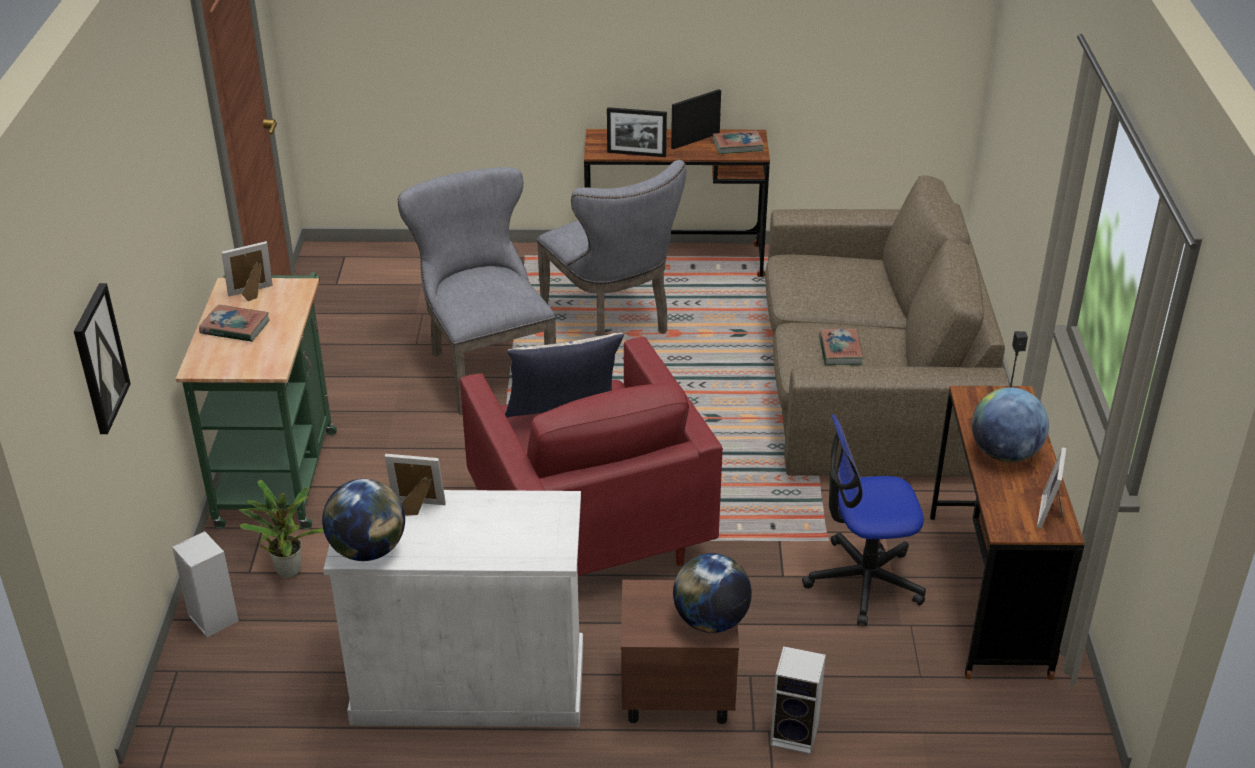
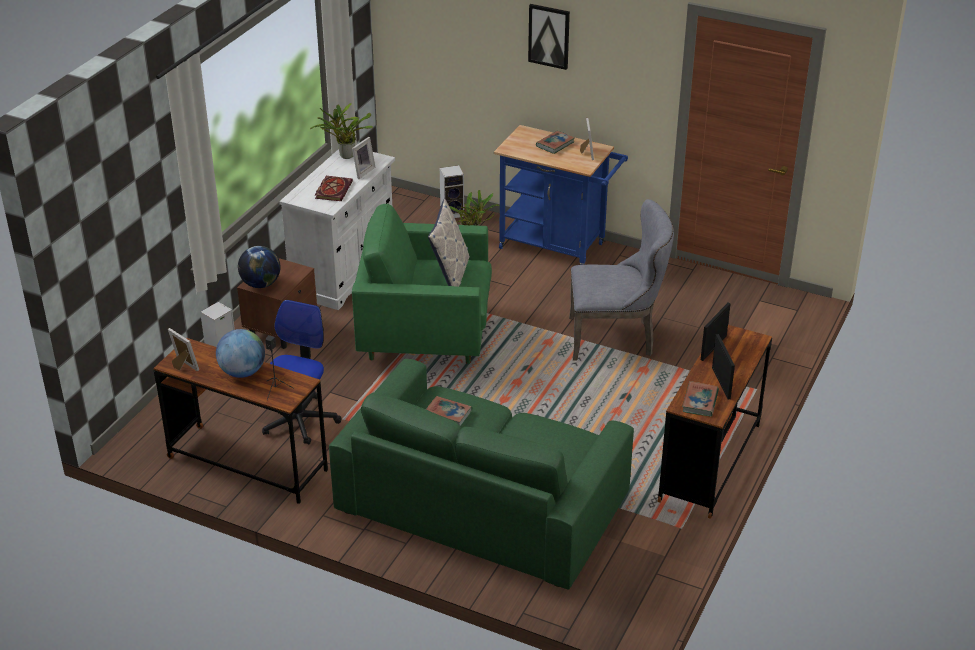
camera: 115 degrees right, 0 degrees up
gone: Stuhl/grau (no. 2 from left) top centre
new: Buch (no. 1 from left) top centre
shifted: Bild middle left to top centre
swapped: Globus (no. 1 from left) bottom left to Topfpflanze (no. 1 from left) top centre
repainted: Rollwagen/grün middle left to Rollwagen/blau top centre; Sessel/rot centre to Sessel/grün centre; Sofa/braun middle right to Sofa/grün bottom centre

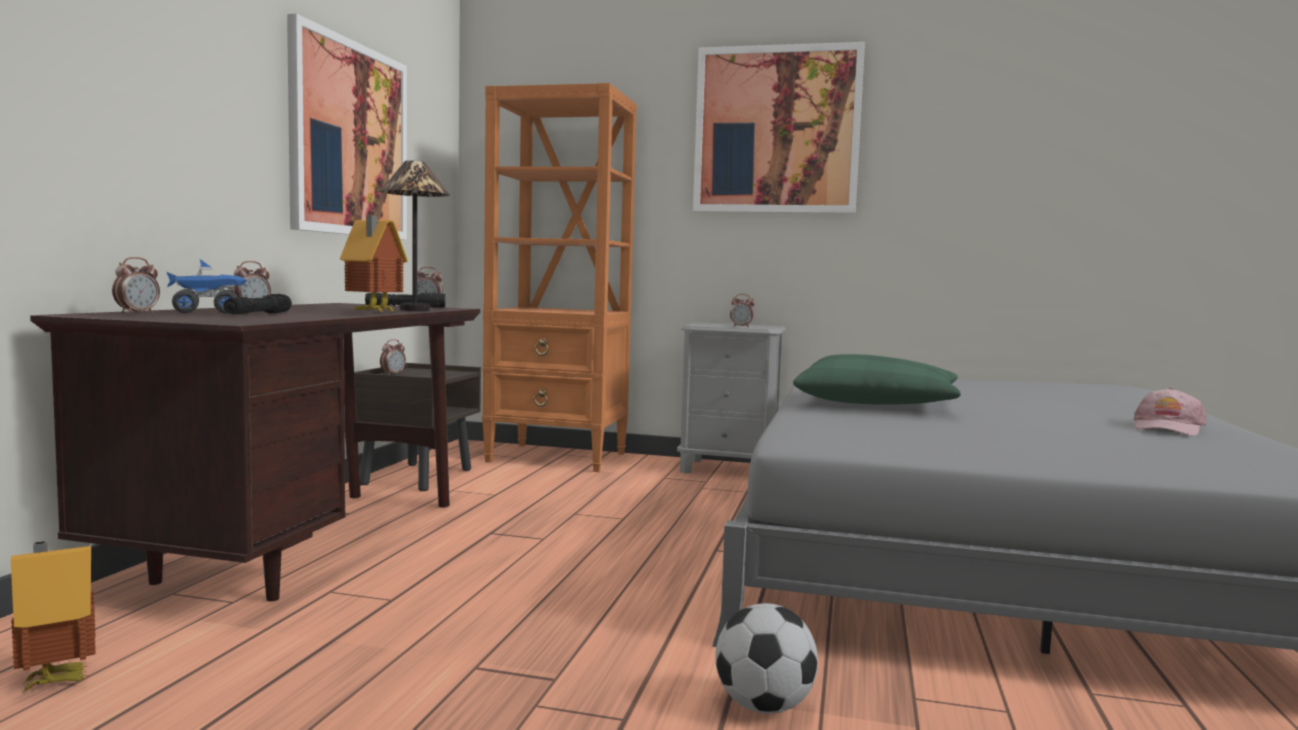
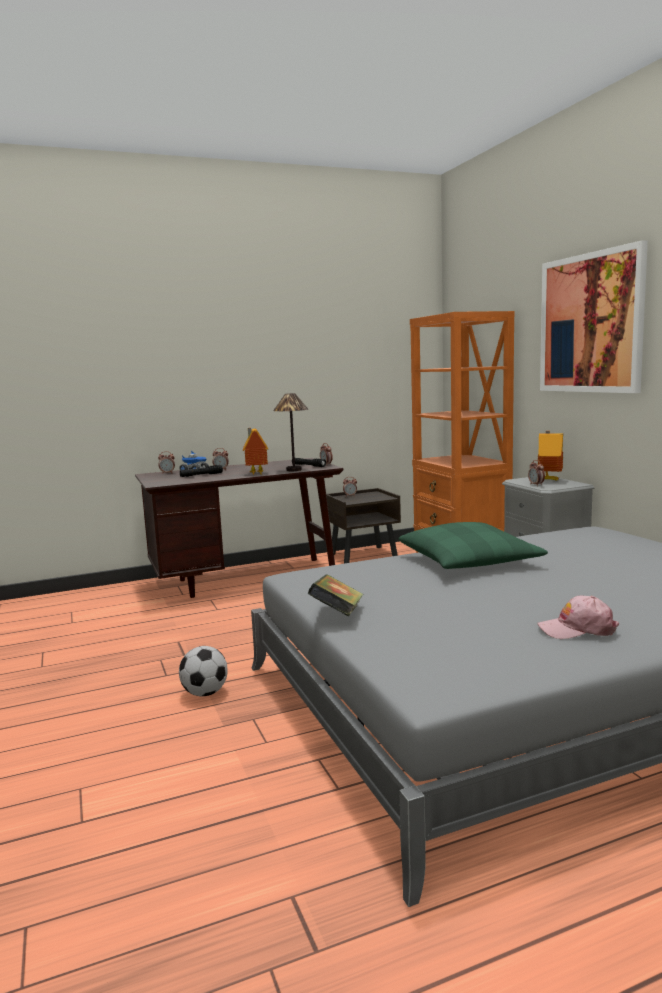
camera: 55 degrees right, 5 degrees up
gone: Bild (no. 1 from left) top left
new: Buch centre
shifted: Spielzeughaus (no. 1 from left in the first image) bottom left to Spielzeughaus (no. 2 from left) middle right

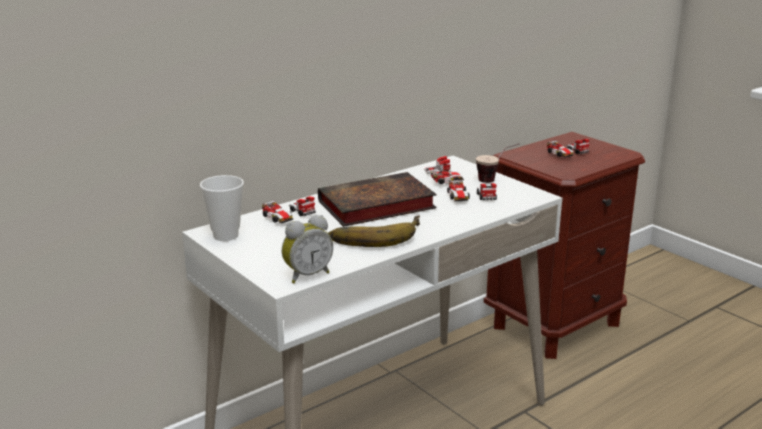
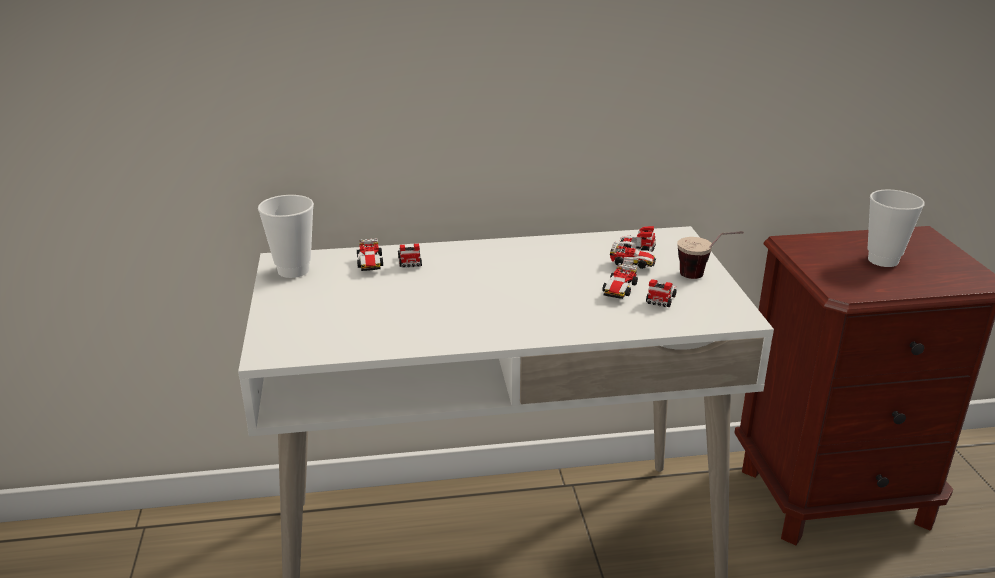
camera: 30 degrees right, 5 degrees up
gone: Wecker centre; Buch centre; Banane centre
swapped: Spielzeugauto (no. 4 from left) middle right to Tasse (no. 3 from left) middle right

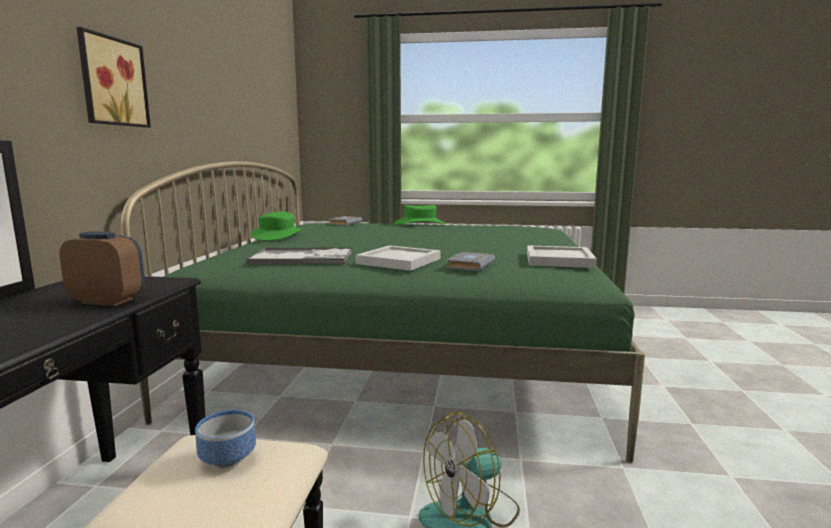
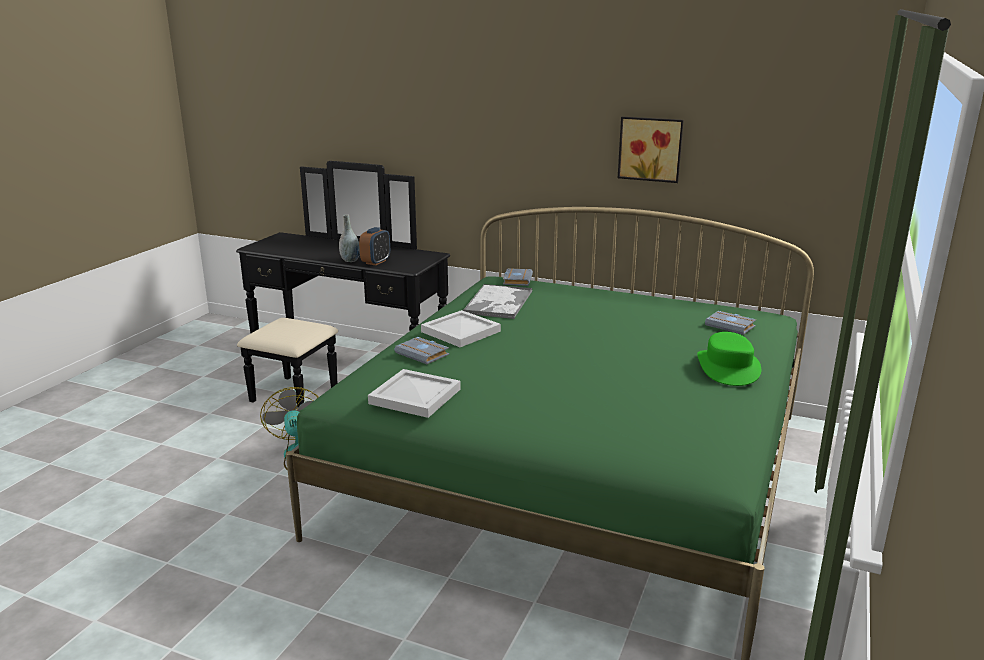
camera: 105 degrees right, 10 degrees up
gone: Schüssel bottom left; Hut/grün (no. 1 from left) middle left
new: Vase/grau centre; Buch/grau (no. 2 from left) centre
shifted: Bild top left to top centre

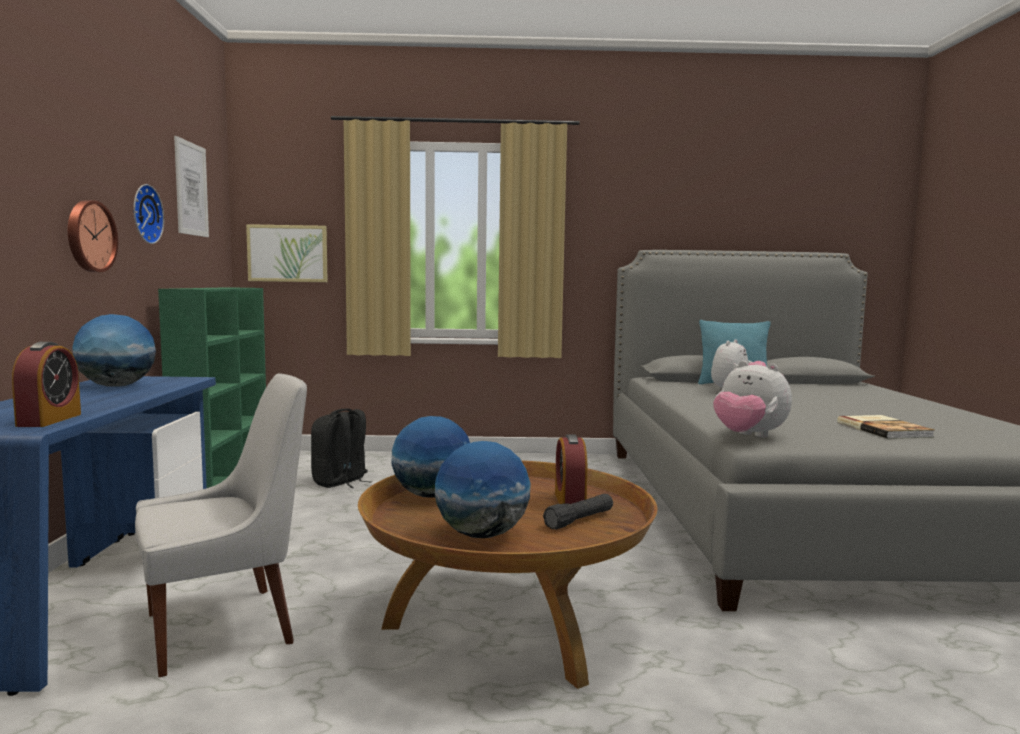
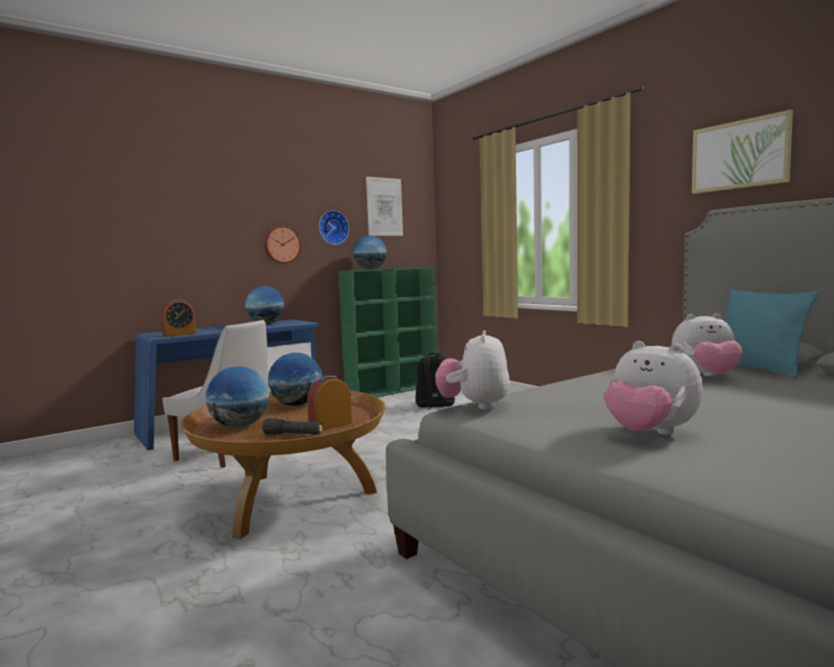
camera: 55 degrees right, 0 degrees up
new: Globus (no. 4 from left) centre
shifted: Bild (no. 2 from left) middle left to top right
swapped: Buch middle right to Plüschtier (no. 2 from left) middle right

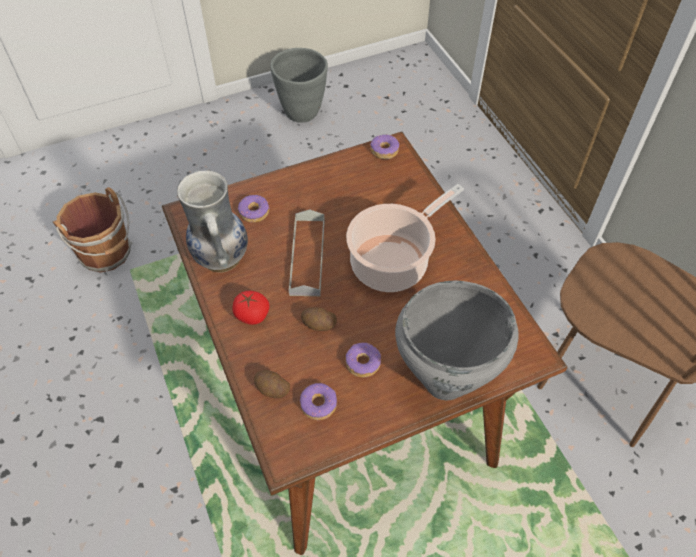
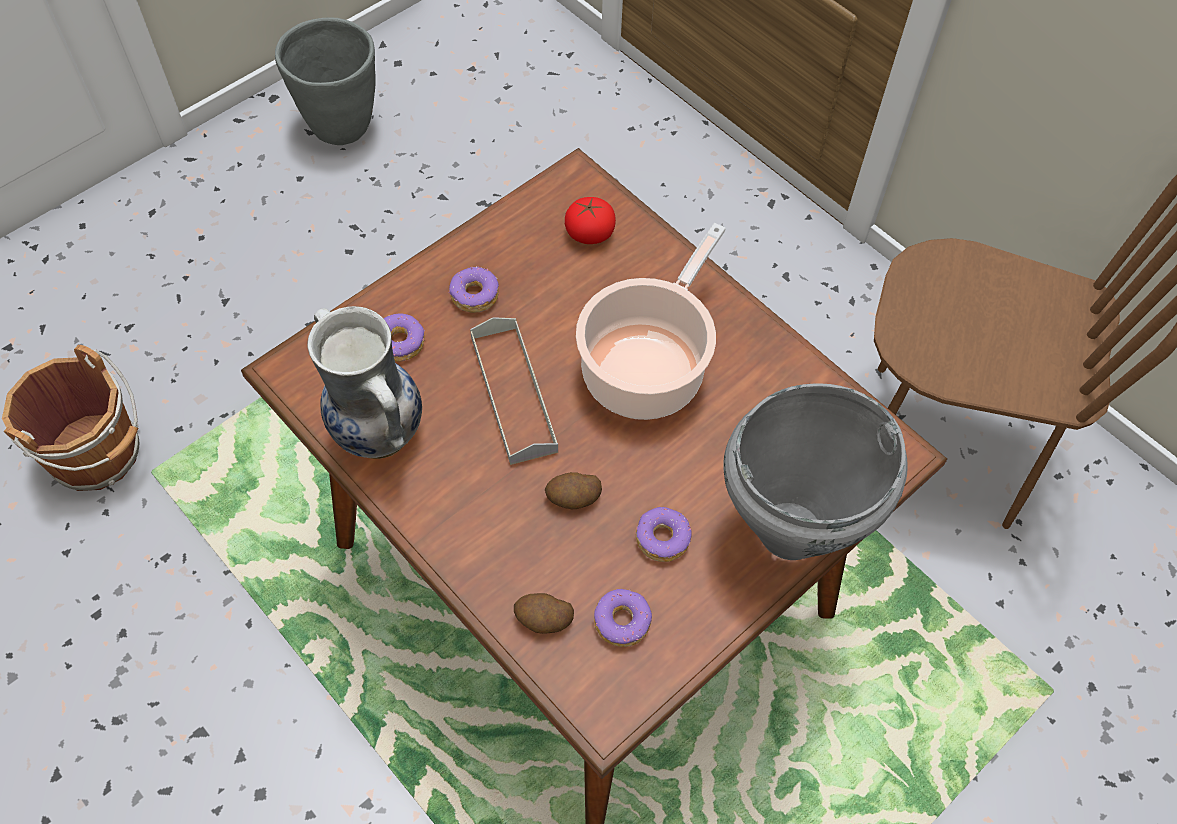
camera: 20 degrees left, 5 degrees up
shifted: Tomate centre to top centre; Donut (no. 4 from left in the first image) top centre to Donut (no. 2 from left) centre

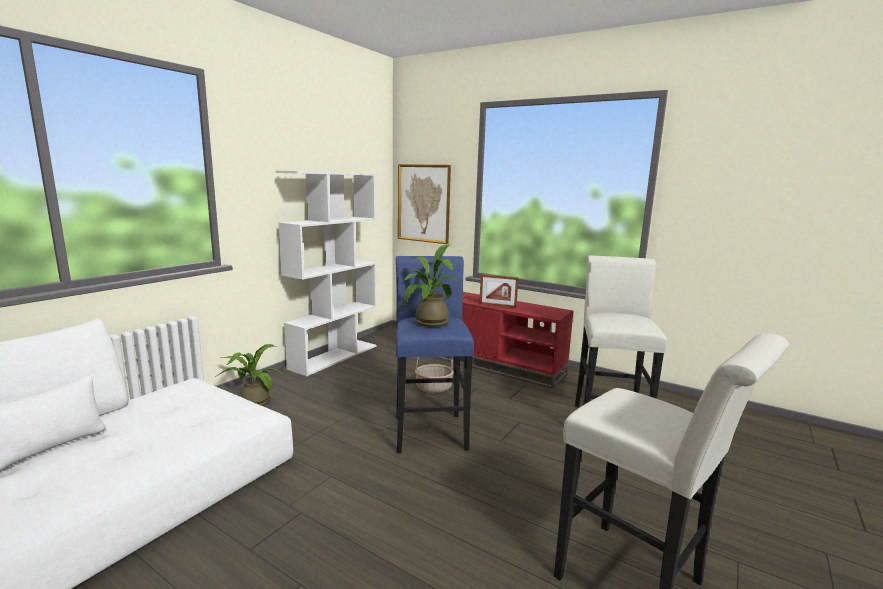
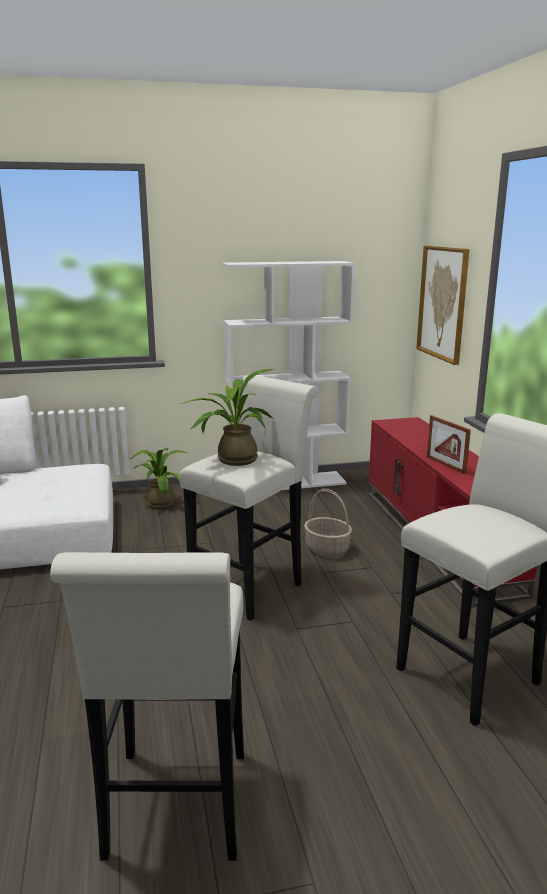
camera: 45 degrees right, 5 degrees up
repainted: Hocker/blau centre to Hocker/weiß (no. 2 from left) centre

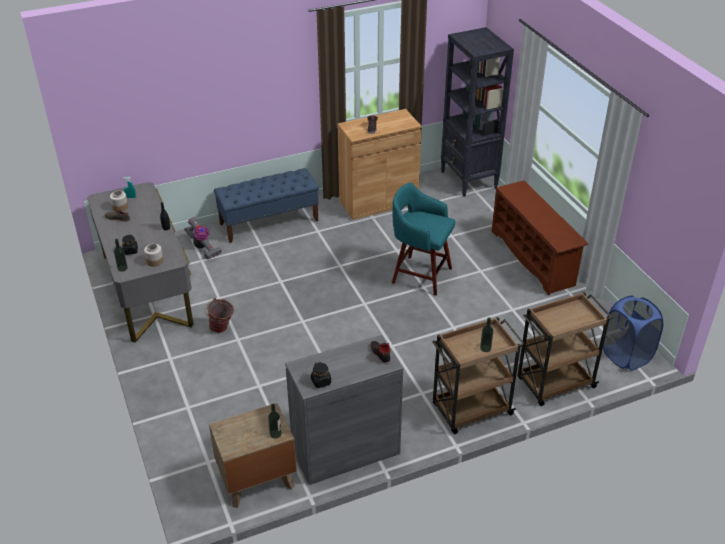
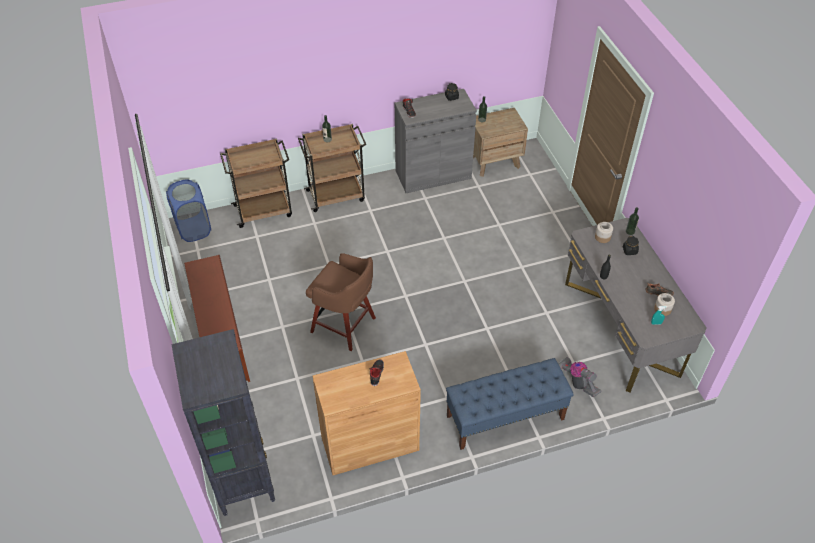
camera: 175 degrees left, 10 degrees up
gone: Eimer middle left
repainted: Hocker/türkis centre to Hocker/braun centre

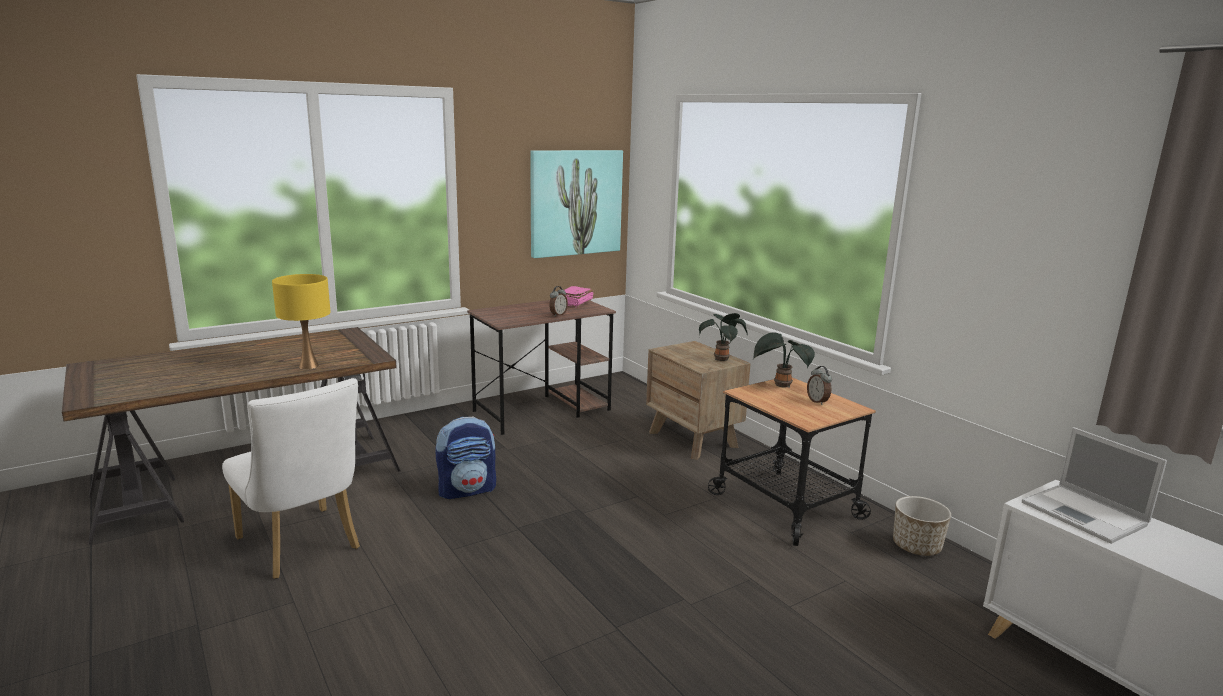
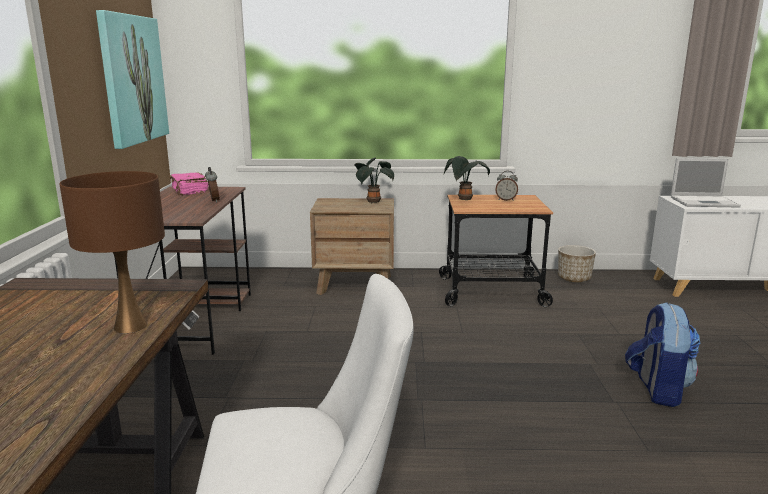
camera: 55 degrees left, 0 degrees up
shifted: Rucksack centre to bottom right
repainted: Tischlampe/gelb middle left to Tischlampe/braun middle left

